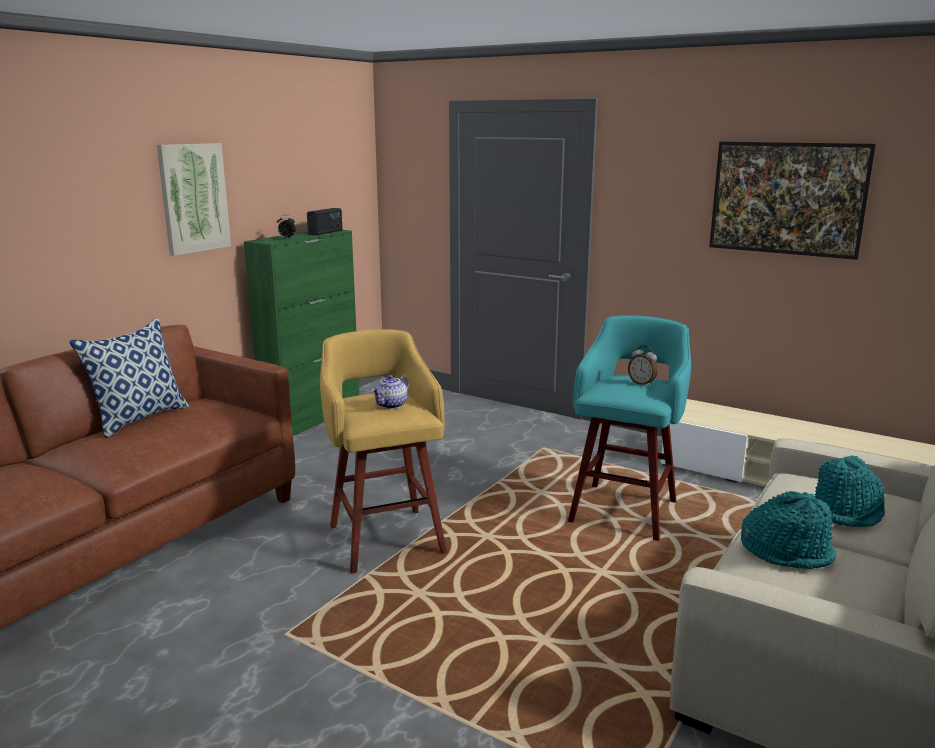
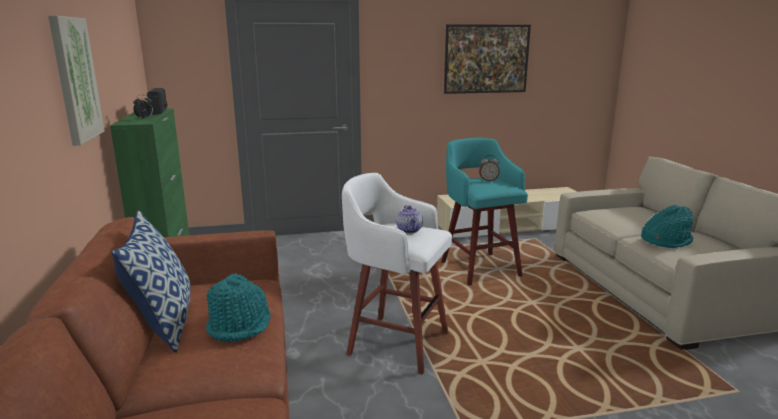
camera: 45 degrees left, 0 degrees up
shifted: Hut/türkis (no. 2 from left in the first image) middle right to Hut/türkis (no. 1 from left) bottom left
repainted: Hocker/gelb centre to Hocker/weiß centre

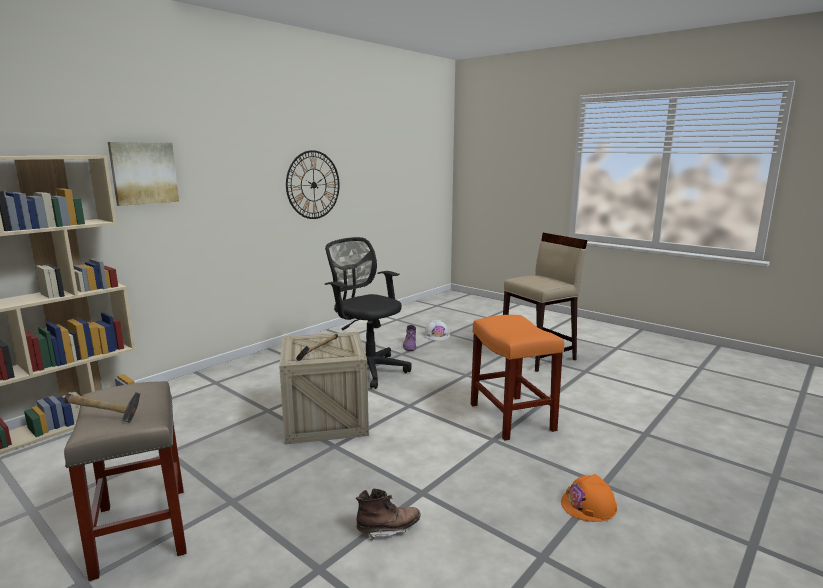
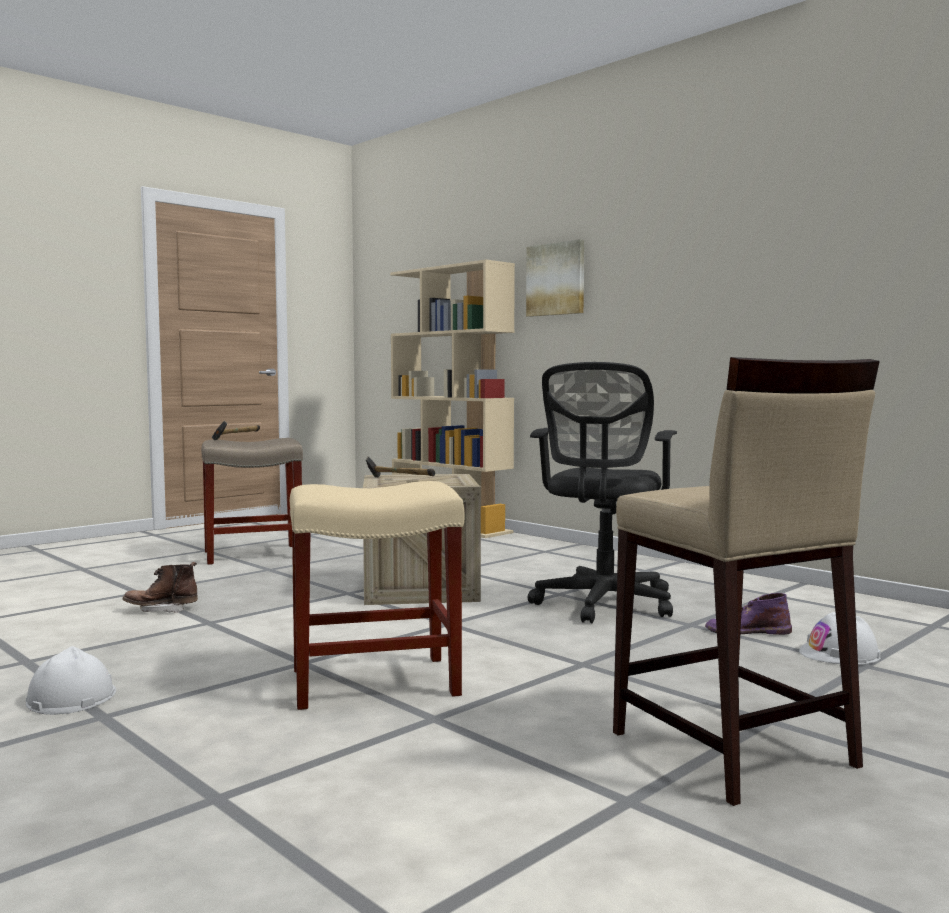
camera: 95 degrees right, 10 degrees down
gone: Wanduhr top centre
repainted: Hocker/orange centre to Hocker/beige (no. 2 from left) centre; Schutzhelm/orange bottom right to Schutzhelm/weiß (no. 1 from left) bottom left
rotated: Bürostuhl/schwarz centre = centre 150 degrees clockwise; Stiefel/braun bottom centre = middle left 90 degrees clockwise

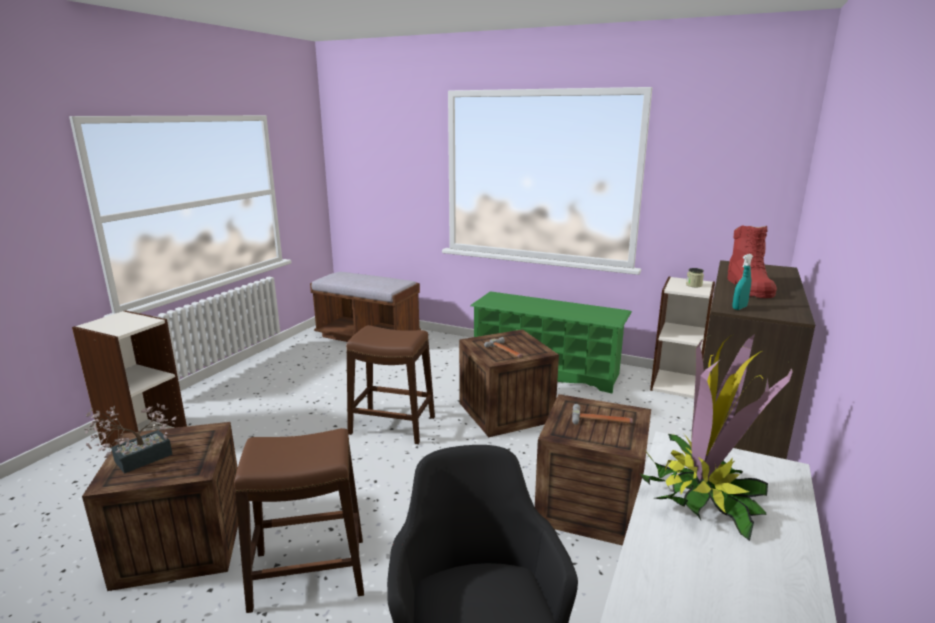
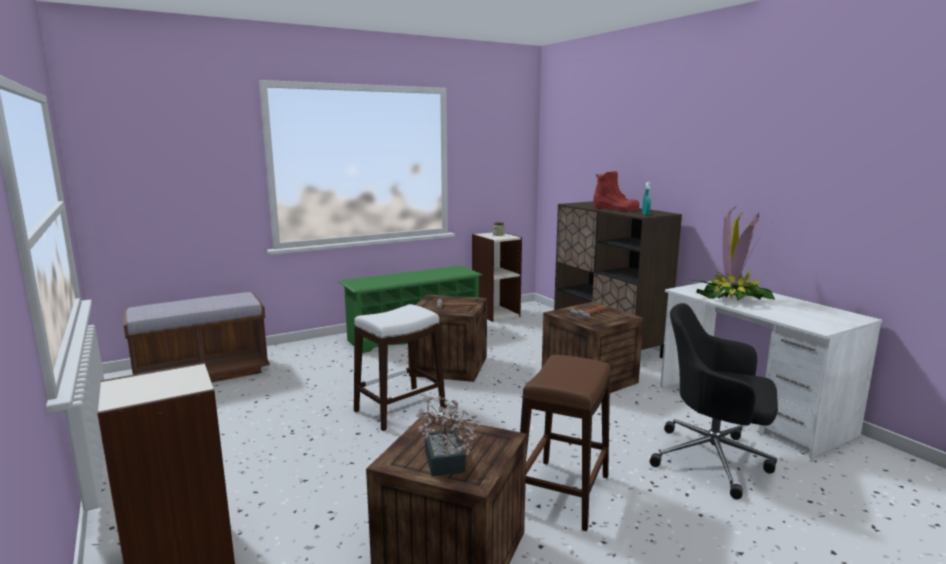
camera: 55 degrees left, 5 degrees down
repainted: Hocker/braun (no. 2 from left) centre to Hocker/weiß centre

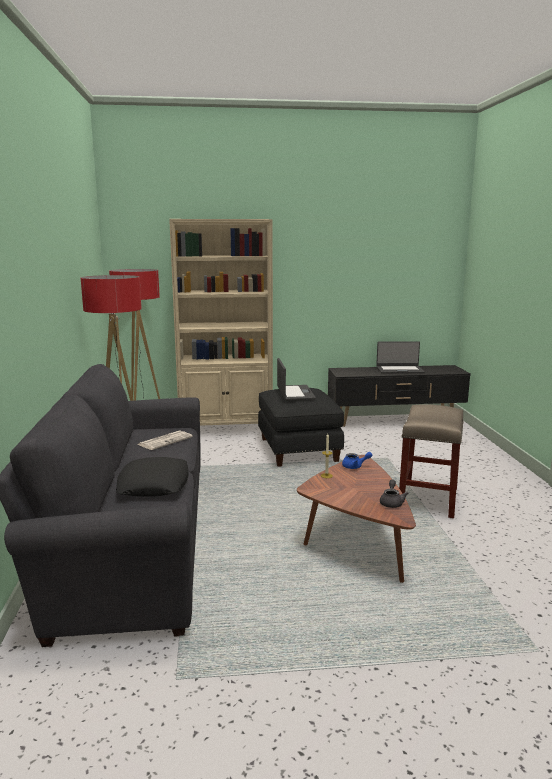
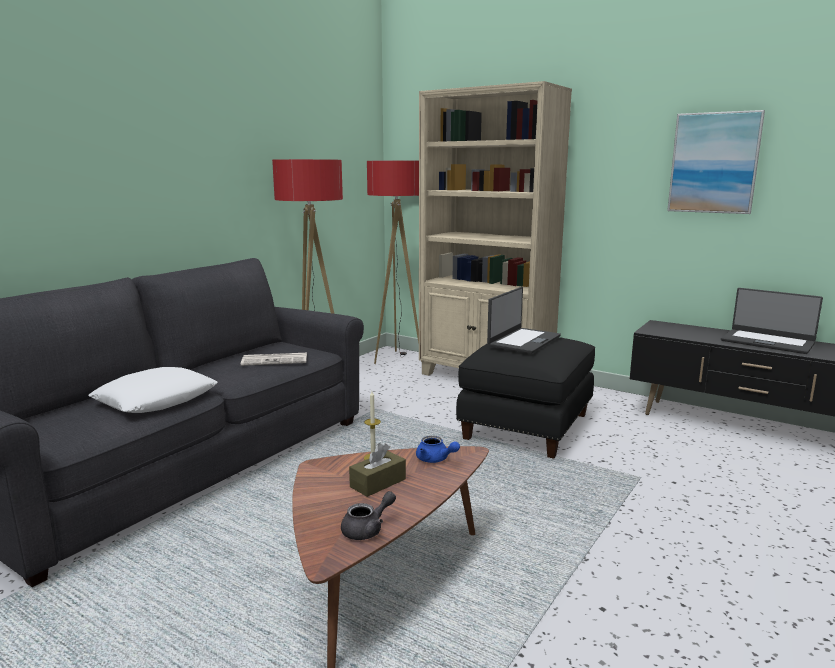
camera: 40 degrees right, 0 degrees up
gone: Hocker/beige middle right
new: Taschentuchbox/braun bottom centre; Bild top right
repainted: Kissen/schwarz middle left to Kissen/weiß middle left

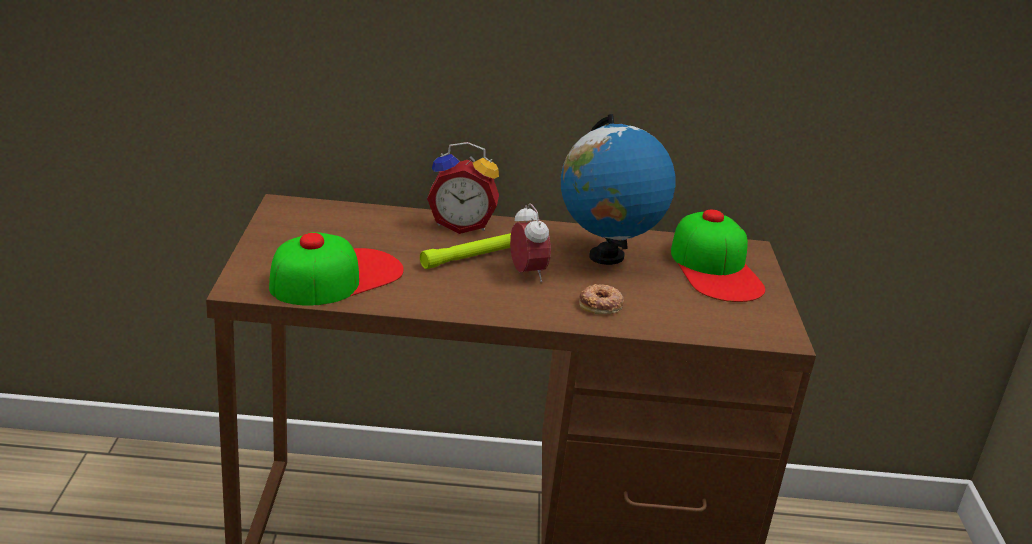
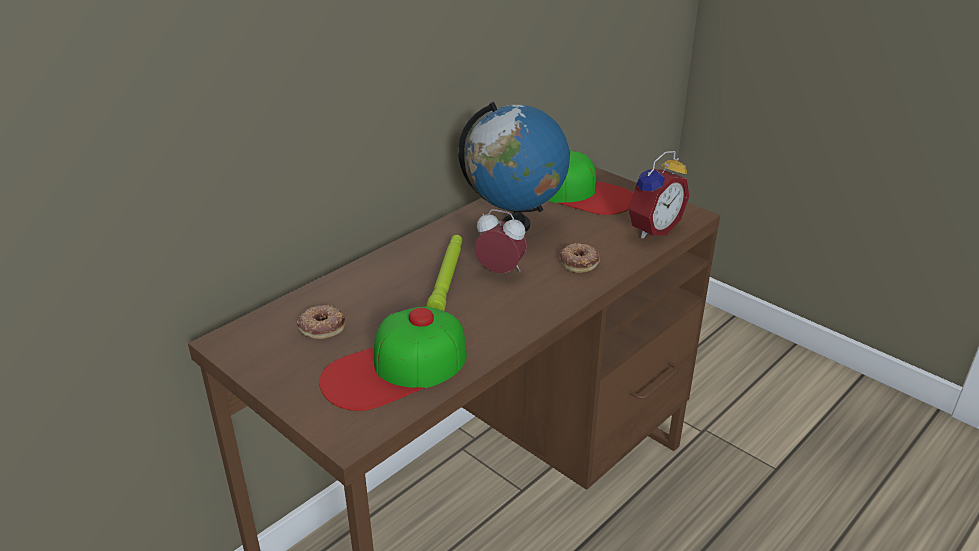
camera: 45 degrees left, 5 degrees up
new: Donut (no. 1 from left) middle left
shifted: Wecker (no. 1 from left in the first image) centre to Wecker (no. 2 from left) middle right
rotated: Kappe (no. 1 from left) middle left = centre 120 degrees counterclockwise

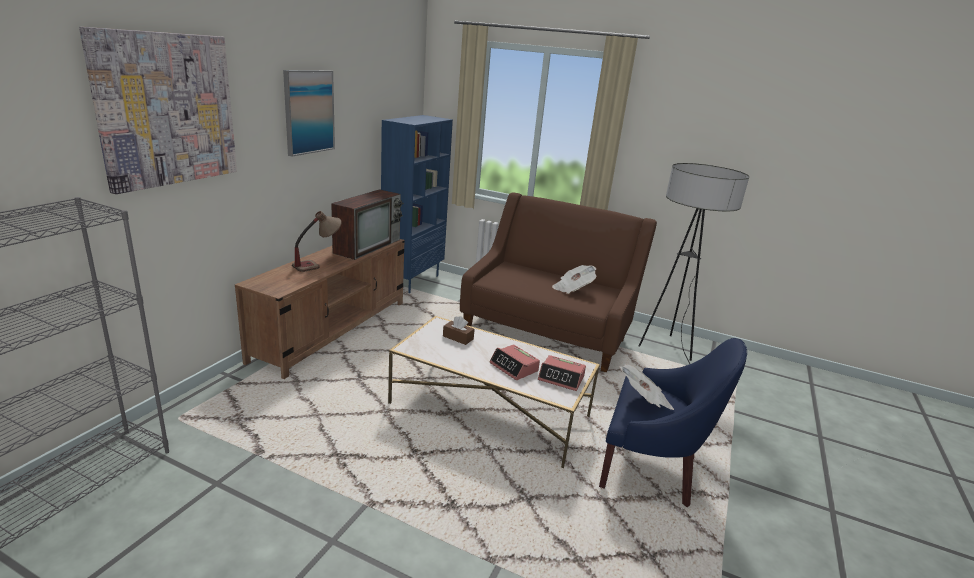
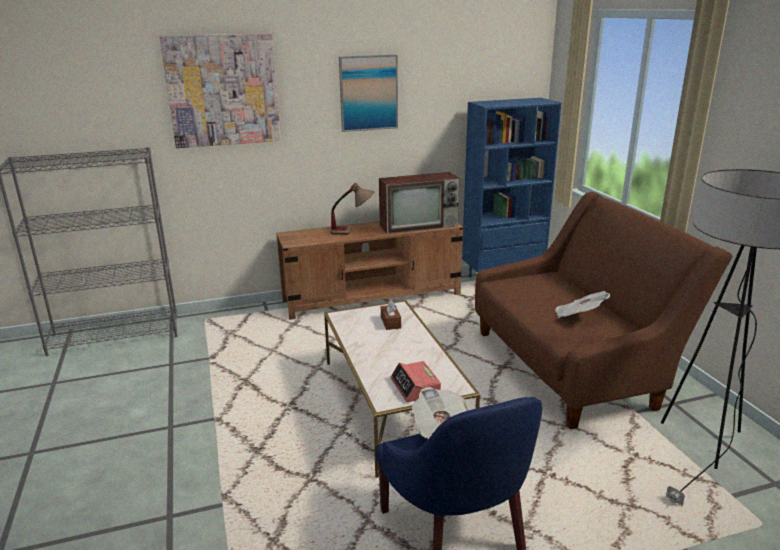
camera: 50 degrees right, 0 degrees up
gone: Wecker (no. 1 from left) centre

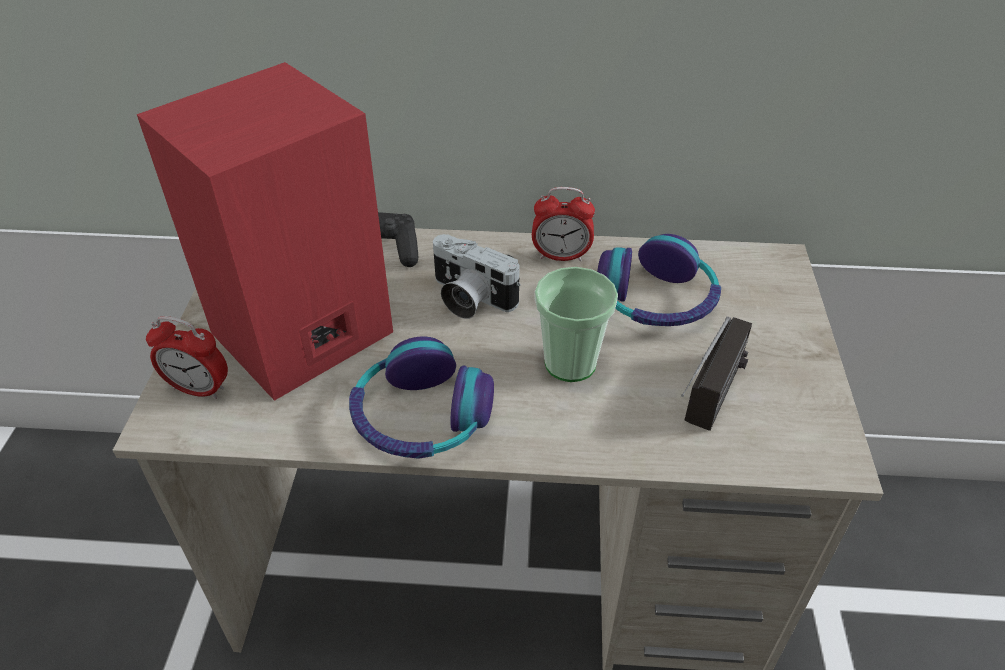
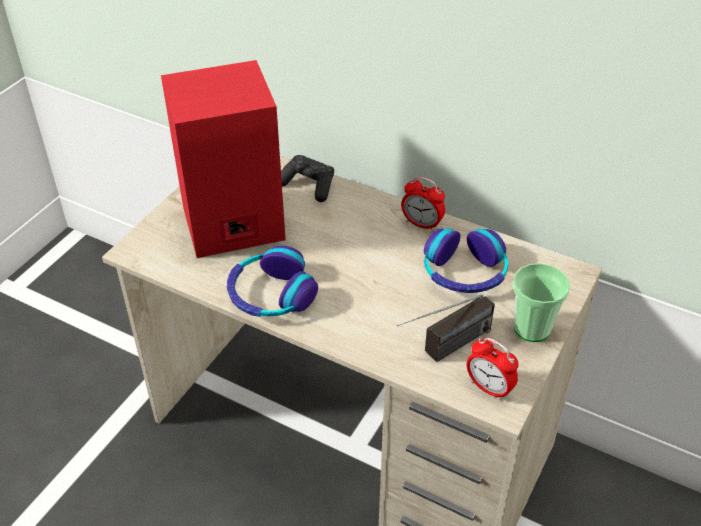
camera: 25 degrees right, 0 degrees up
gone: Kamera centre
shifted: Wecker (no. 1 from left in the first image) middle left to Wecker (no. 2 from left) bottom right; Tasse centre to middle right

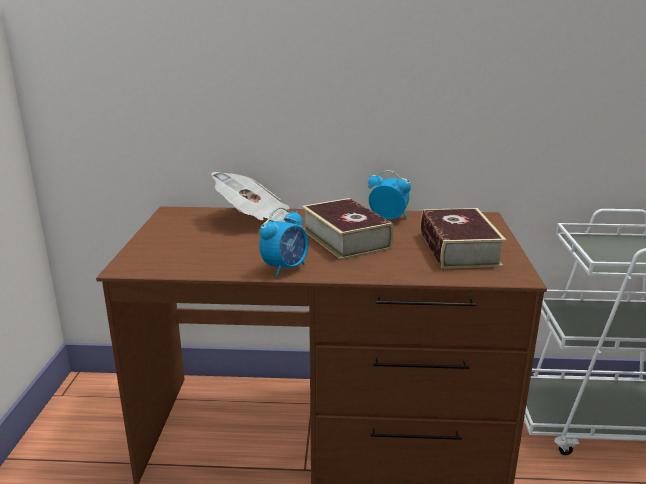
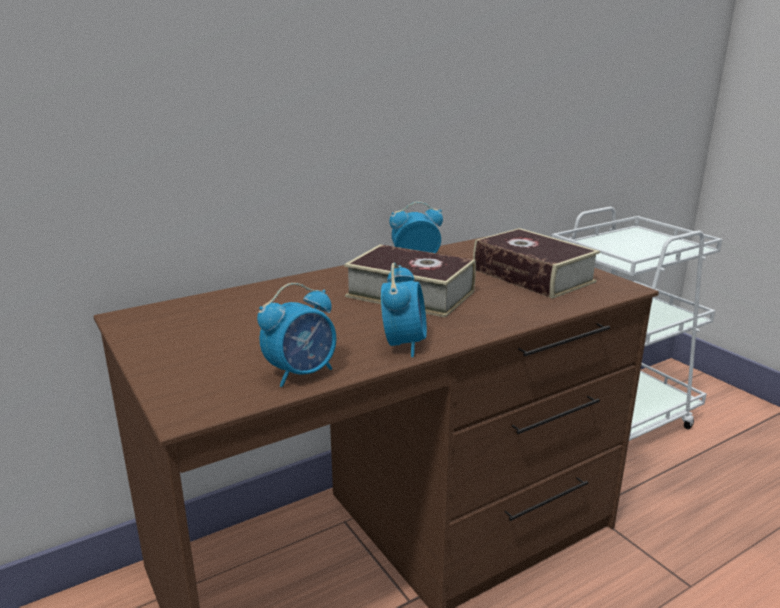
camera: 35 degrees left, 0 degrees up
gone: Zeitung centre
new: Wecker (no. 1 from left) centre

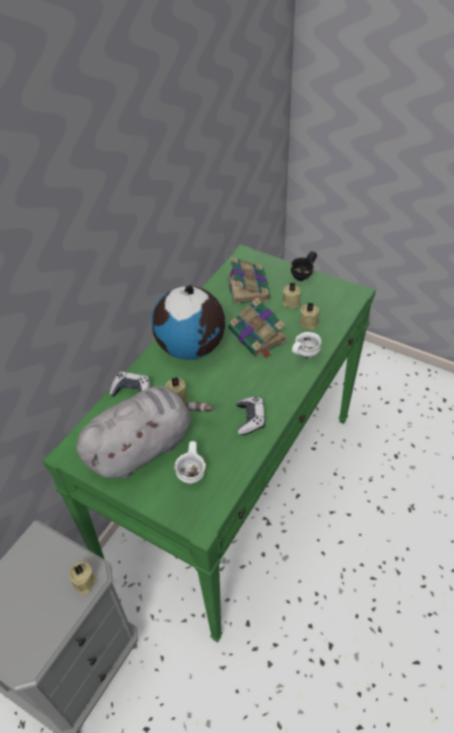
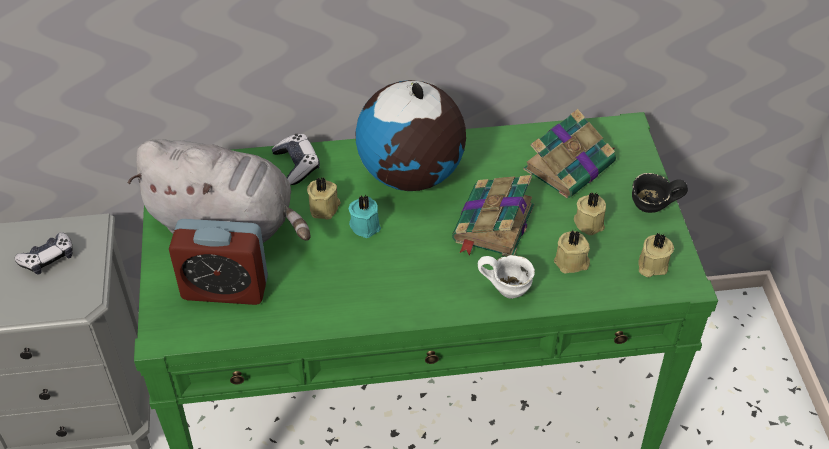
camera: 50 degrees right, 0 degrees up
new: Kerze/türkis centre
shifted: Kerze/beige (no. 1 from left in the first image) bottom left to Kerze/beige (no. 4 from left) middle right; Gamepad (no. 2 from left in the first image) centre to Gamepad (no. 1 from left) middle left
swapped: Henkelbecher/weiß (no. 1 from left) centre to Wecker middle left

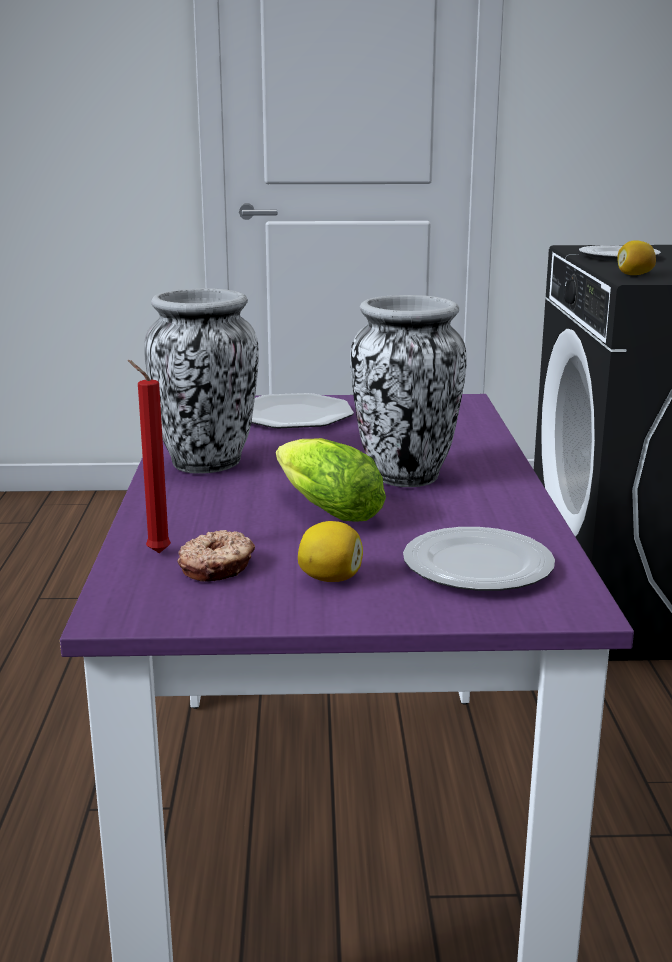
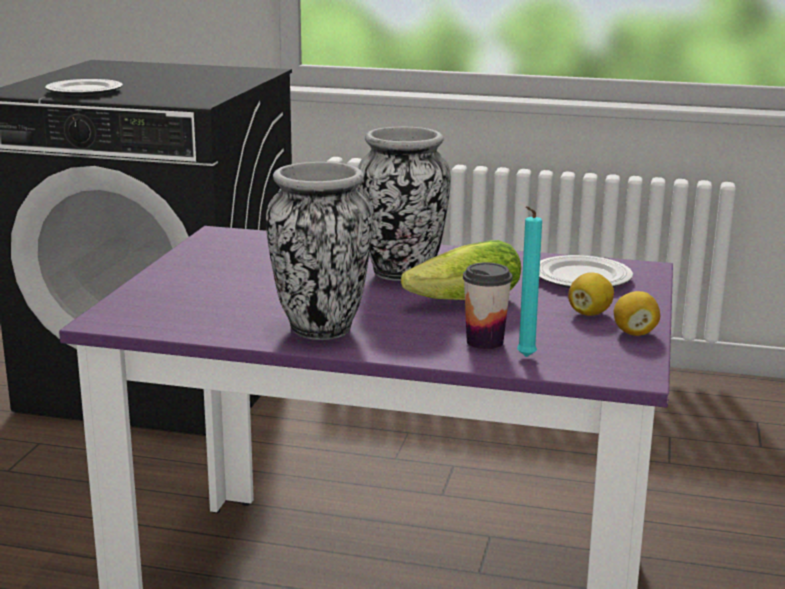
camera: 75 degrees left, 0 degrees up
gone: Donut middle left; Teller (no. 1 from left) centre
new: Tasse centre
shifted: Zitrone (no. 2 from left) top right to middle right
repainted: Kerze/rot middle left to Kerze/türkis middle right

